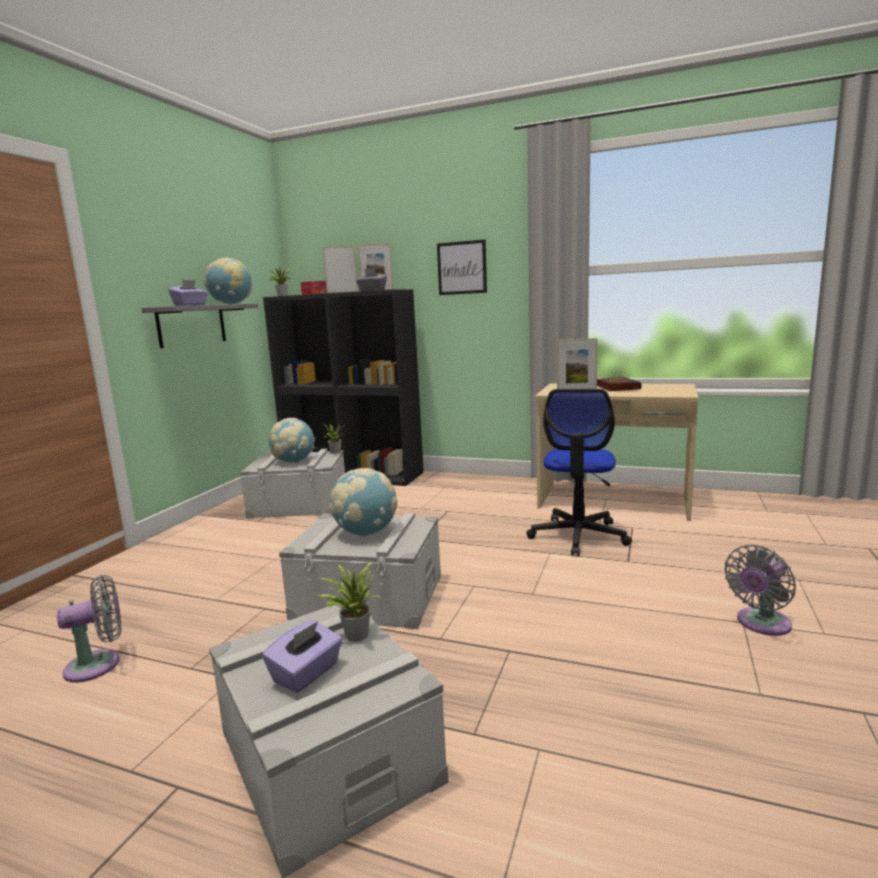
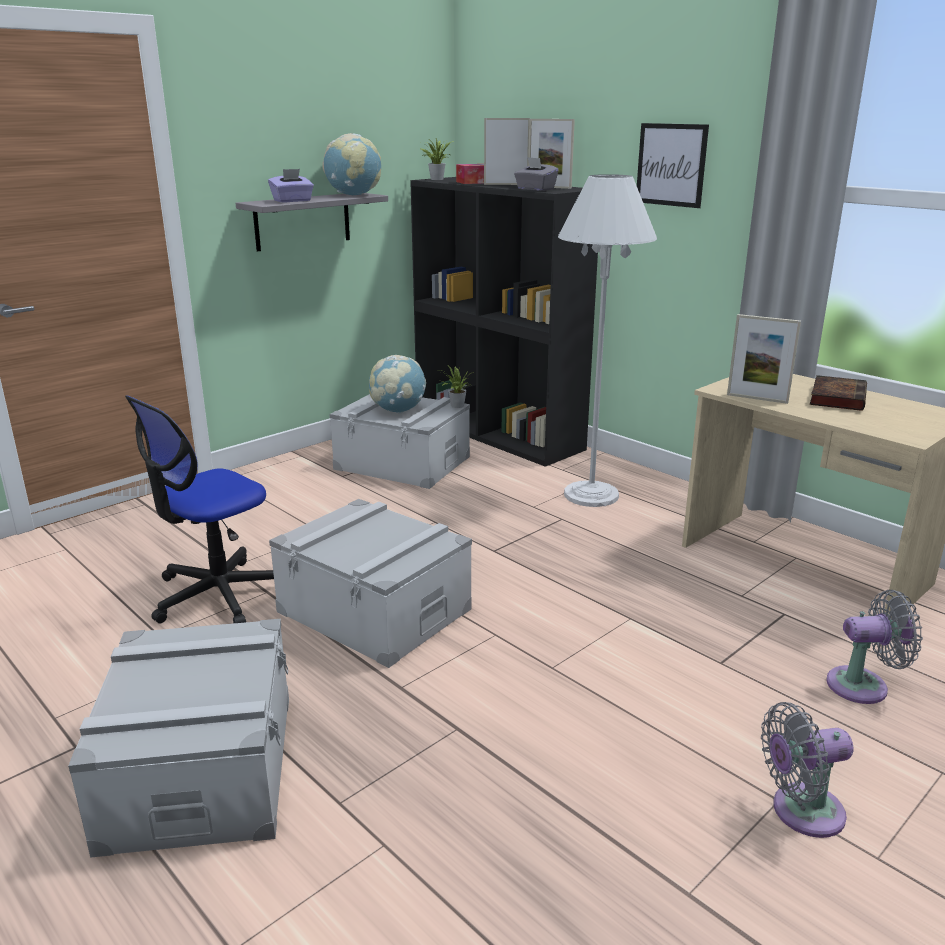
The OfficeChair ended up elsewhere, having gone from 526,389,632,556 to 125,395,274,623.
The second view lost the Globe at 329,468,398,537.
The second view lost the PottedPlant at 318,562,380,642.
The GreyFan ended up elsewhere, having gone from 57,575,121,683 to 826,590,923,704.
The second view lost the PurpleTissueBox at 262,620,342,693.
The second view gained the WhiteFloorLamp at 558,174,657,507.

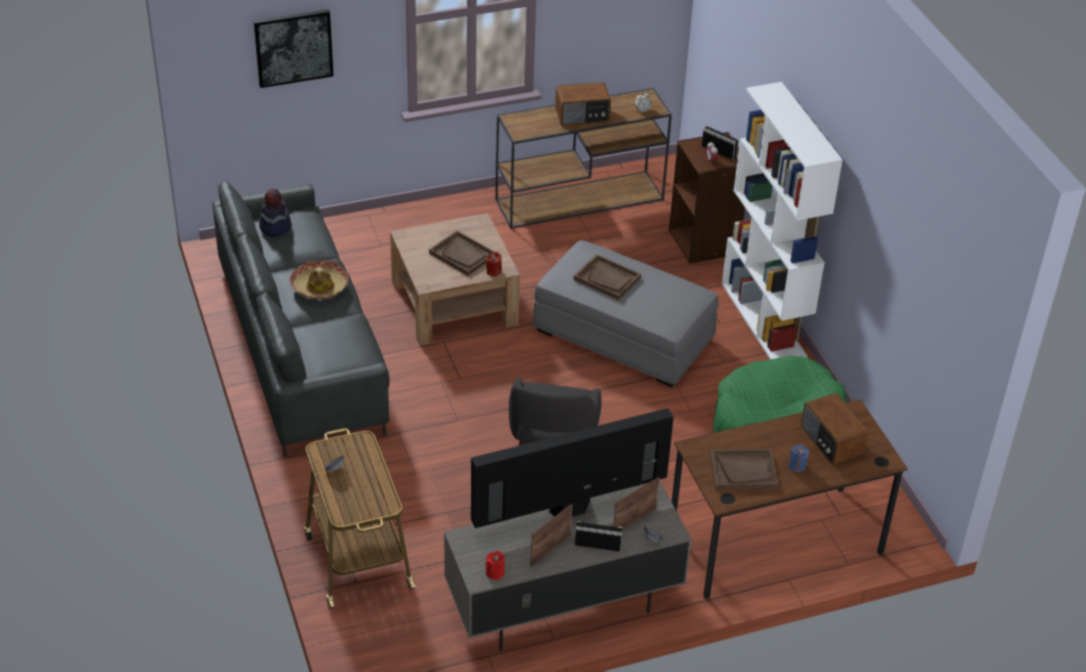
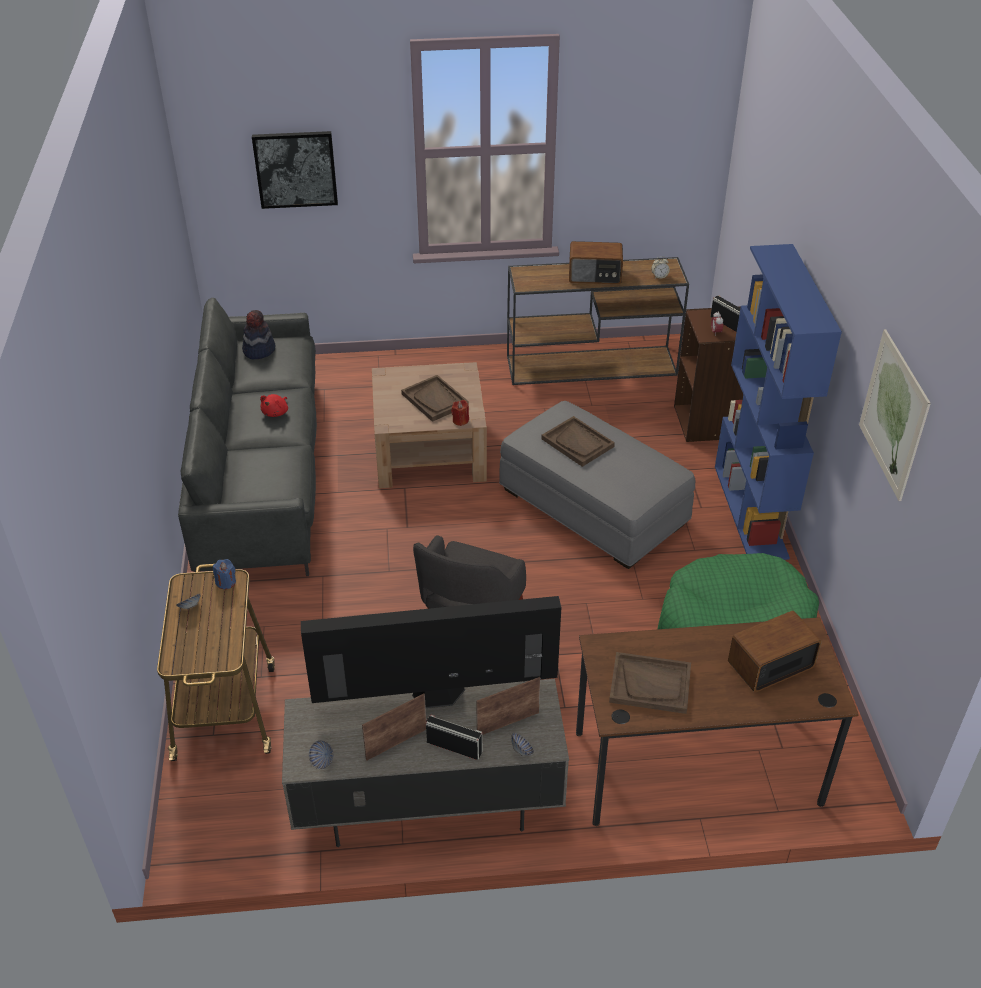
What was the WhiteBookcase at 722,82,843,359 turned into the BlueBookcase at 715,244,842,560.
Where the Hat stood at 290,260,348,299, the RedPlushToy came to stand at 260,394,288,417.
The Radio at 801,393,868,465 ended up facing another way, 75 degrees clockwise from before.
The BlueCandle ended up elsewhere, having gone from 789,445,809,472 to 213,559,236,589.
Where the RedCandle stood at 486,551,505,580, the Bowl came to stand at 309,740,333,769.
The second view gained the Picture at 859,329,931,501.

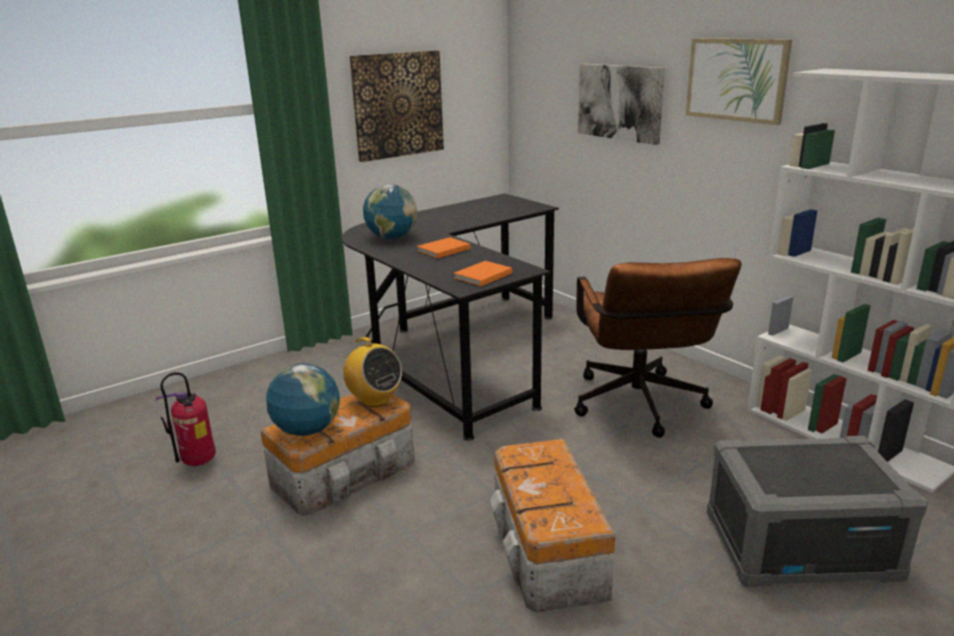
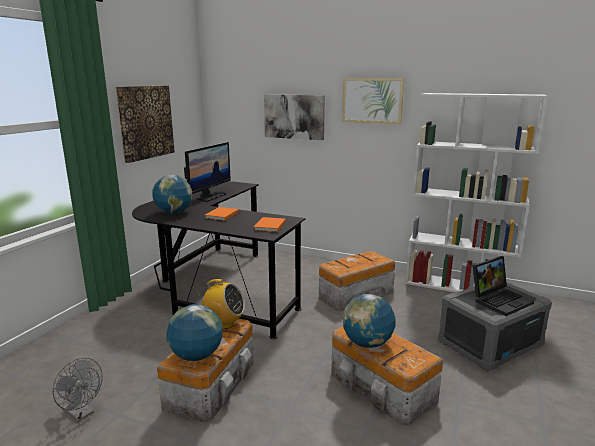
Where the BrownOfficeChair stood at 574,258,742,438, the StorageBox came to stand at 319,251,395,312.
Where the FireExtinguisher stood at 156,372,216,466, the GreyFan came to stand at 52,358,102,422.
The second view gained the Monitor at 184,142,231,202.
The second view gained the Laptop at 473,256,534,316.
The second view gained the Globe at 343,294,396,348.

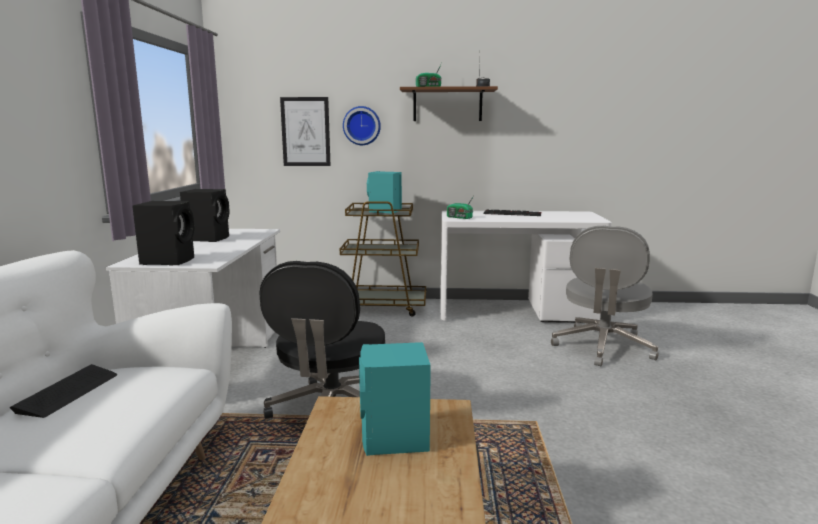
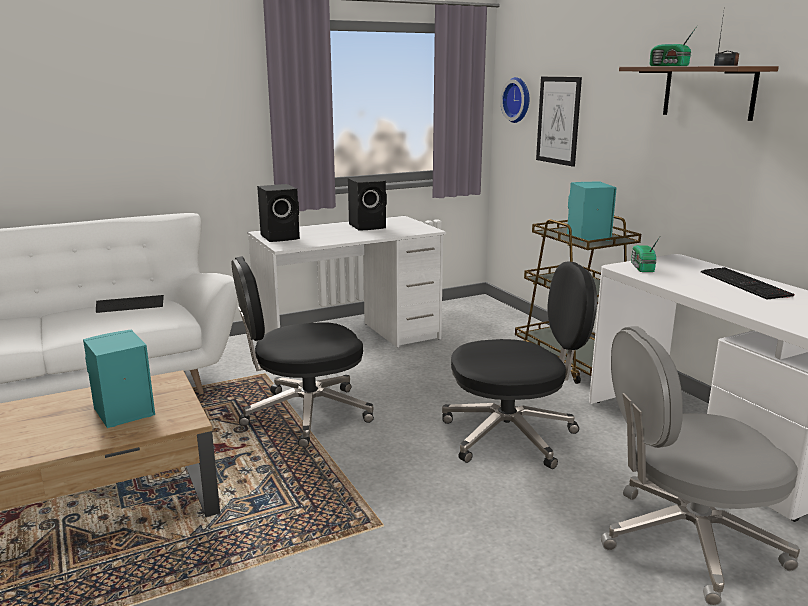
The WallClock ended up elsewhere, having gone from 343,106,381,145 to 500,77,529,123.
The second view gained the BlackOfficeChair at 442,261,597,469.

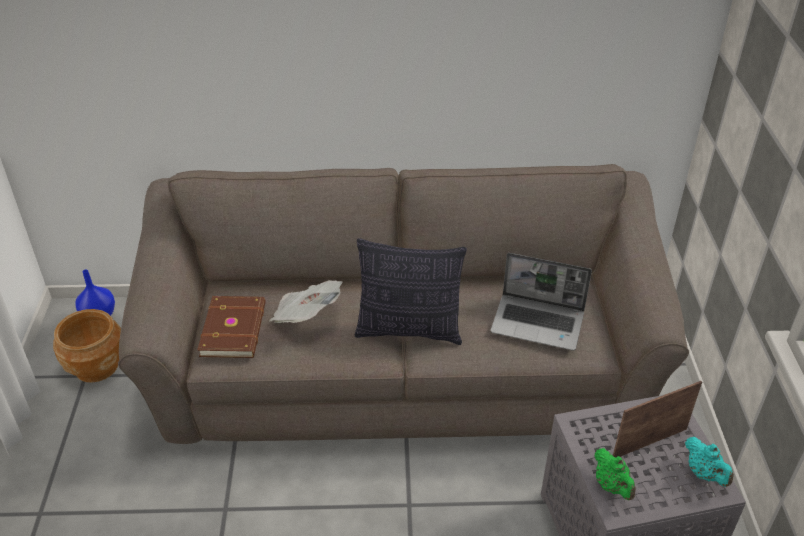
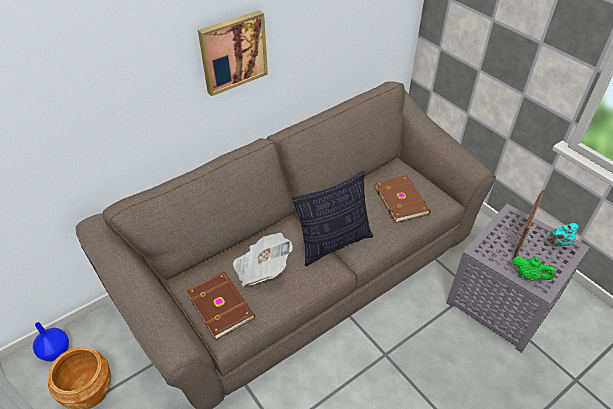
Where the Laptop stood at 491,253,592,351, the BrownBook came to stand at 374,175,430,223.
The TurquoiseTeapot at 685,437,734,487 ended up facing another way, 120 degrees clockwise from before.
The second view gained the Picture at 198,10,268,96.

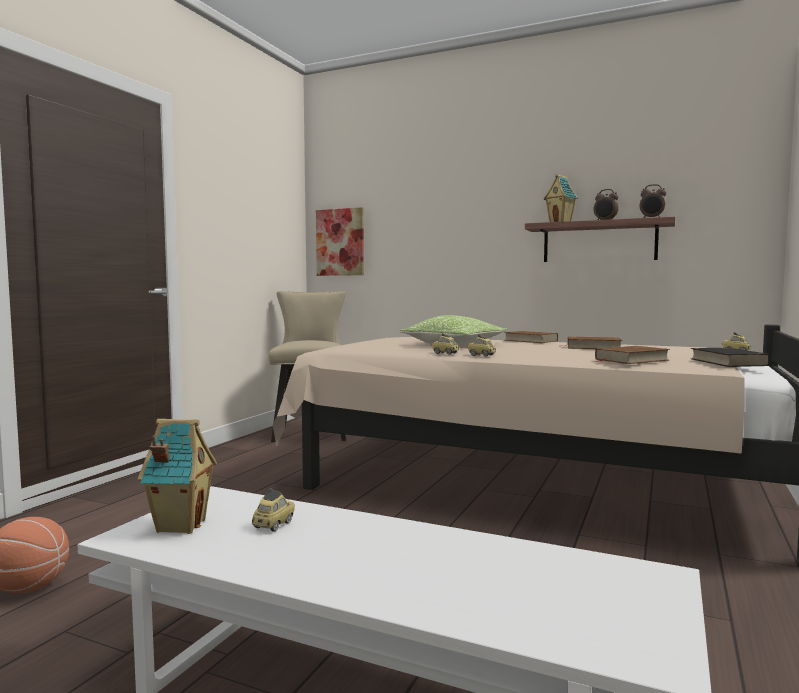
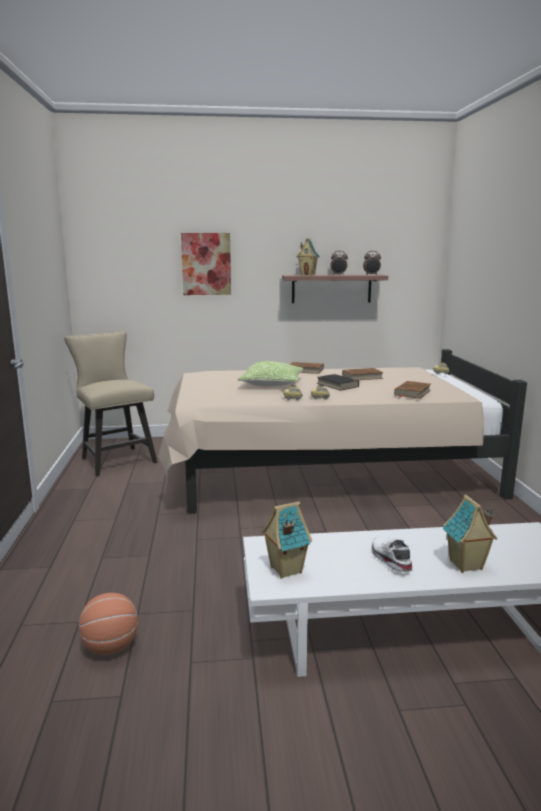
The Picture ended up elsewhere, having gone from 316,207,364,276 to 181,233,231,295.
The BlackBook ended up elsewhere, having gone from 691,348,770,367 to 317,374,359,391.
The second view lost the ToyCar at 252,488,295,532.
The second view gained the ToyHouse at 443,494,498,573.
The second view gained the WhiteShoe at 372,537,412,572.

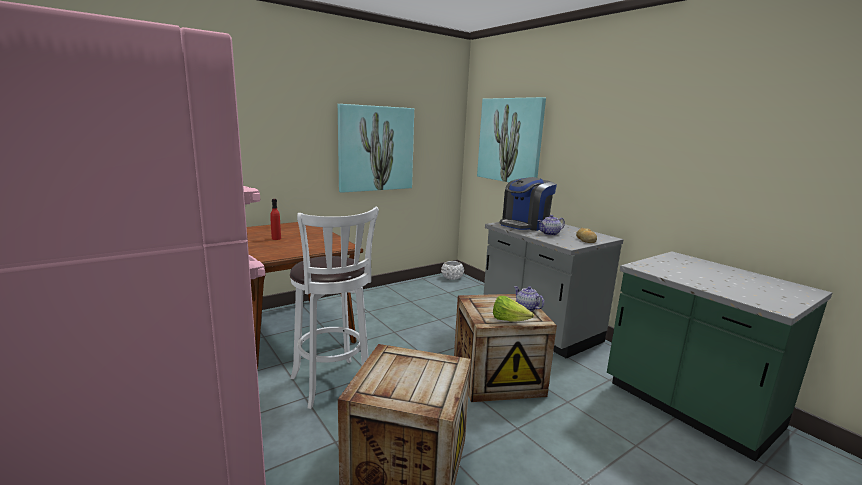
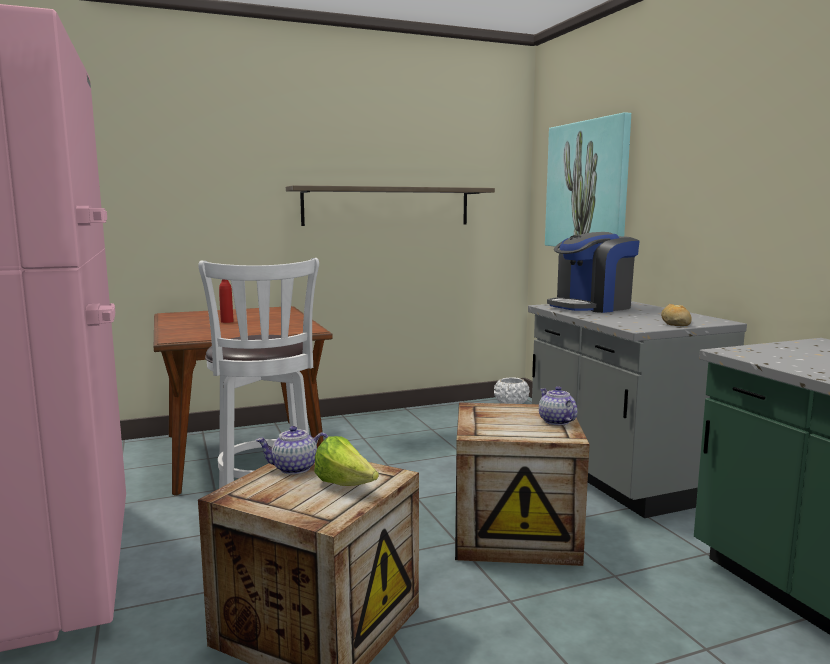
Where the Picture hung at 338,104,414,193, the Shelf came to hang at 286,185,495,226.
The Teapot ended up elsewhere, having gone from 538,215,565,236 to 255,426,329,474.
The Lettuce ended up elsewhere, having gone from 493,296,534,322 to 314,436,379,486.

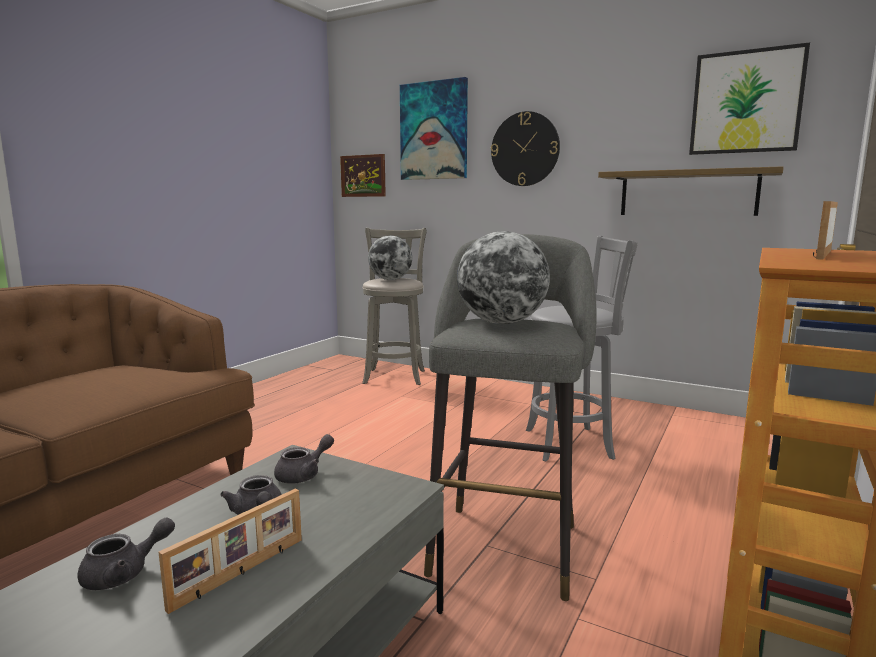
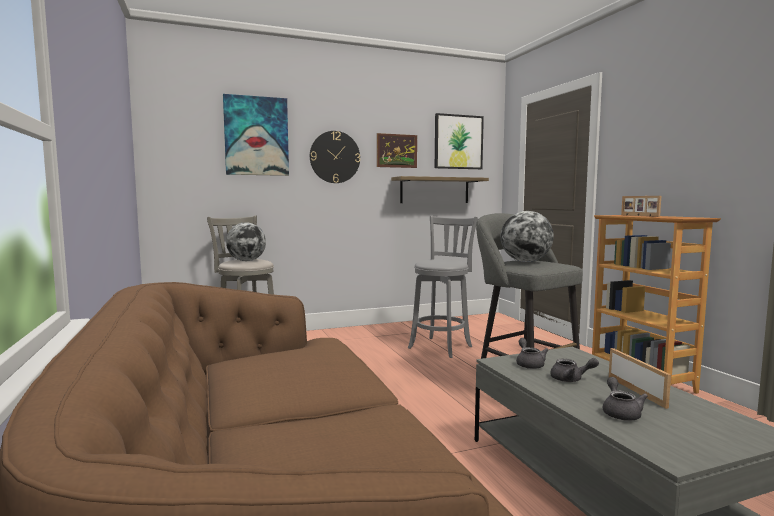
The Picture ended up elsewhere, having gone from 340,154,386,197 to 377,133,417,168.

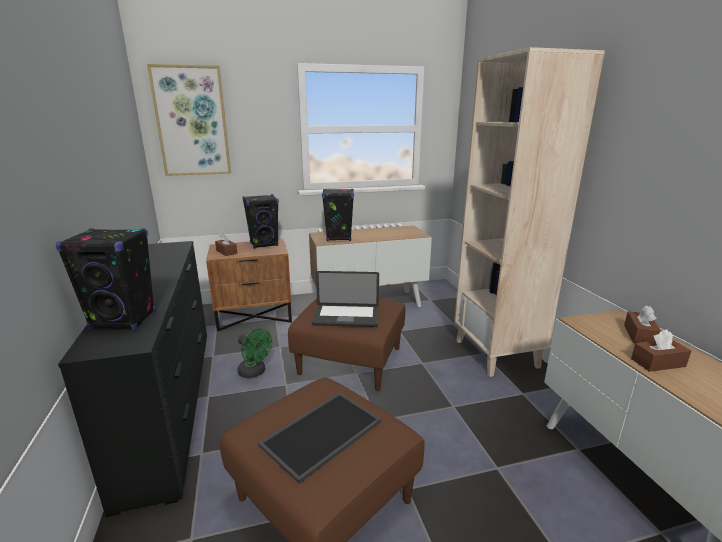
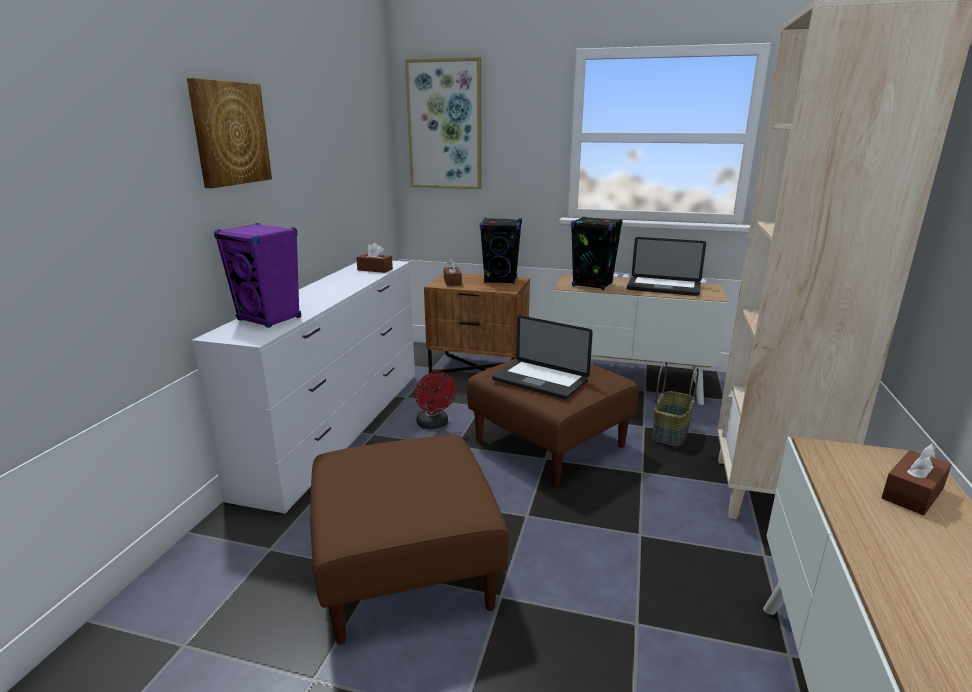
What was the BlackSpeaker at 56,229,156,330 turned into the PurpleSpeaker at 214,223,301,328.
What was the BlackDresser at 58,241,207,517 turned into the WhiteDresser at 191,261,415,515.
What was the GreenFan at 237,328,272,378 turned into the RedFan at 415,371,457,429.
The BrownTissueBox ended up elsewhere, having gone from 631,329,691,372 to 356,243,393,273.
The second view lost the Tray at 258,392,381,484.
The second view gained the Picture at 187,78,272,188.
The second view gained the Laptop at 627,237,706,296.
The second view gained the Basket at 652,361,699,446.

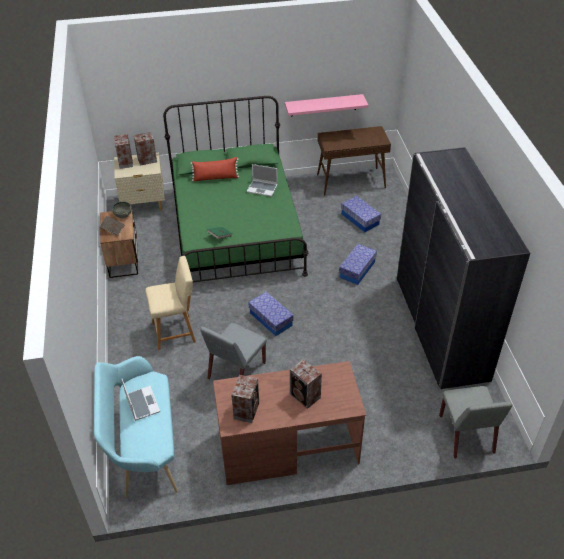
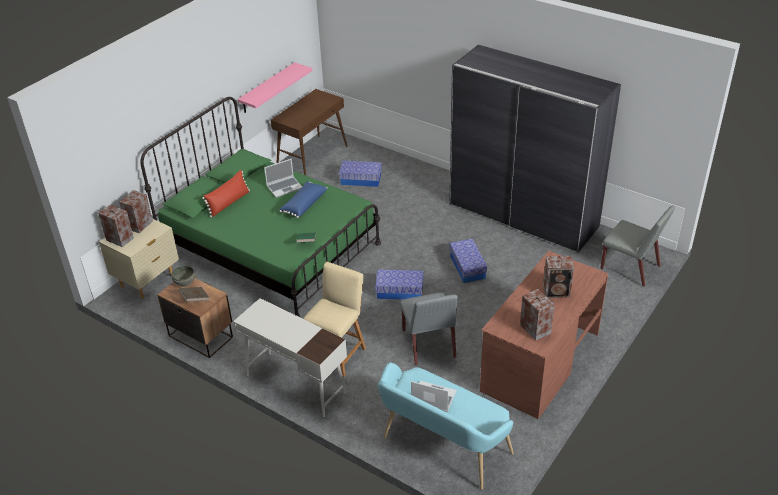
The StorageBox ended up elsewhere, having gone from 339,244,377,285 to 450,239,487,283.
The second view gained the BluePillow at 280,181,328,218.
The second view gained the WhiteDesk at 233,298,347,417.

